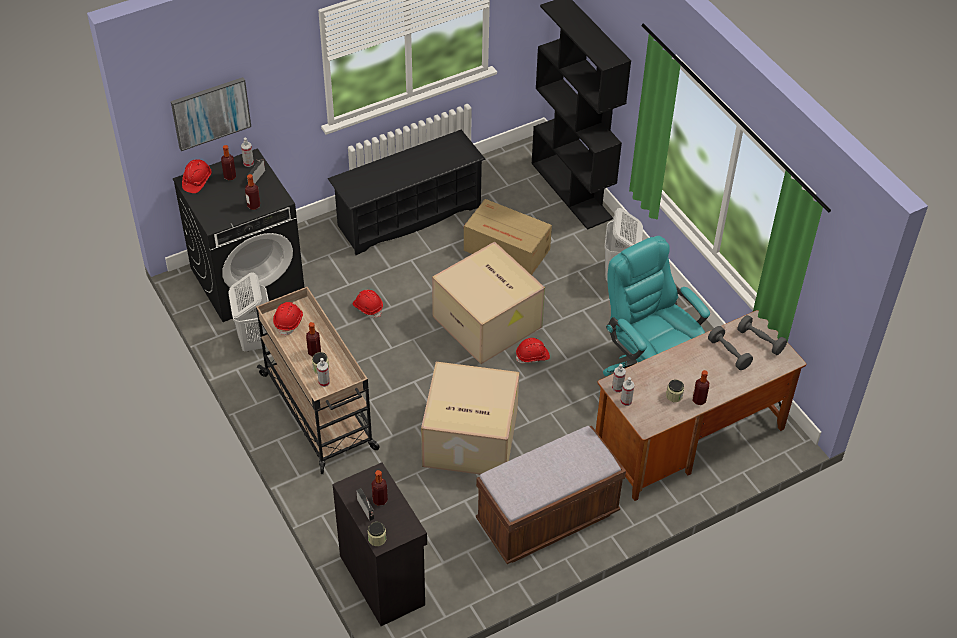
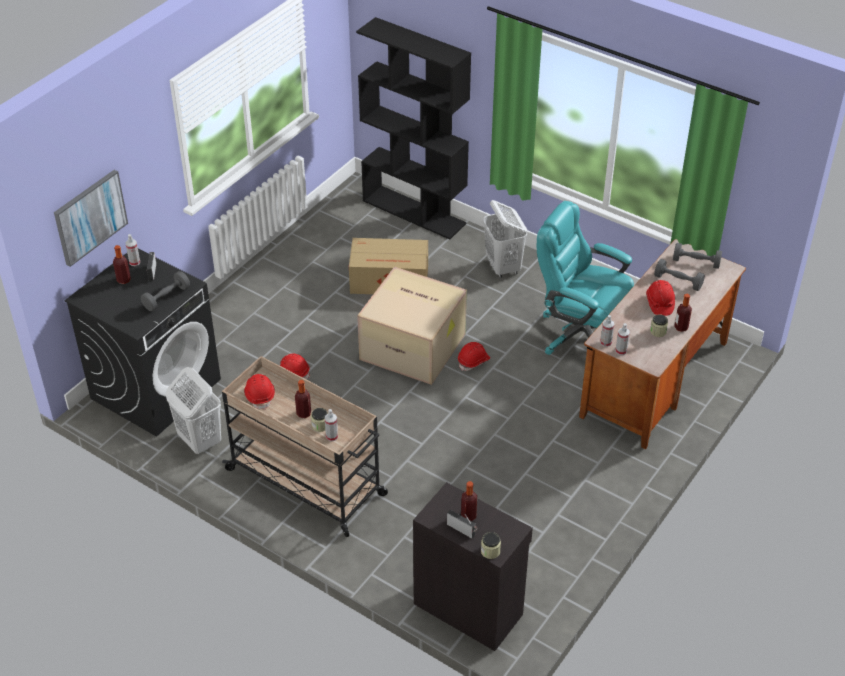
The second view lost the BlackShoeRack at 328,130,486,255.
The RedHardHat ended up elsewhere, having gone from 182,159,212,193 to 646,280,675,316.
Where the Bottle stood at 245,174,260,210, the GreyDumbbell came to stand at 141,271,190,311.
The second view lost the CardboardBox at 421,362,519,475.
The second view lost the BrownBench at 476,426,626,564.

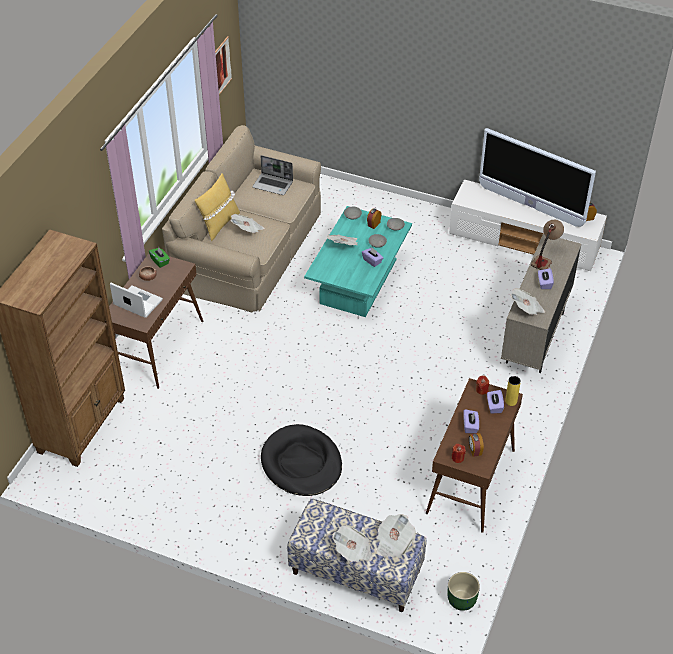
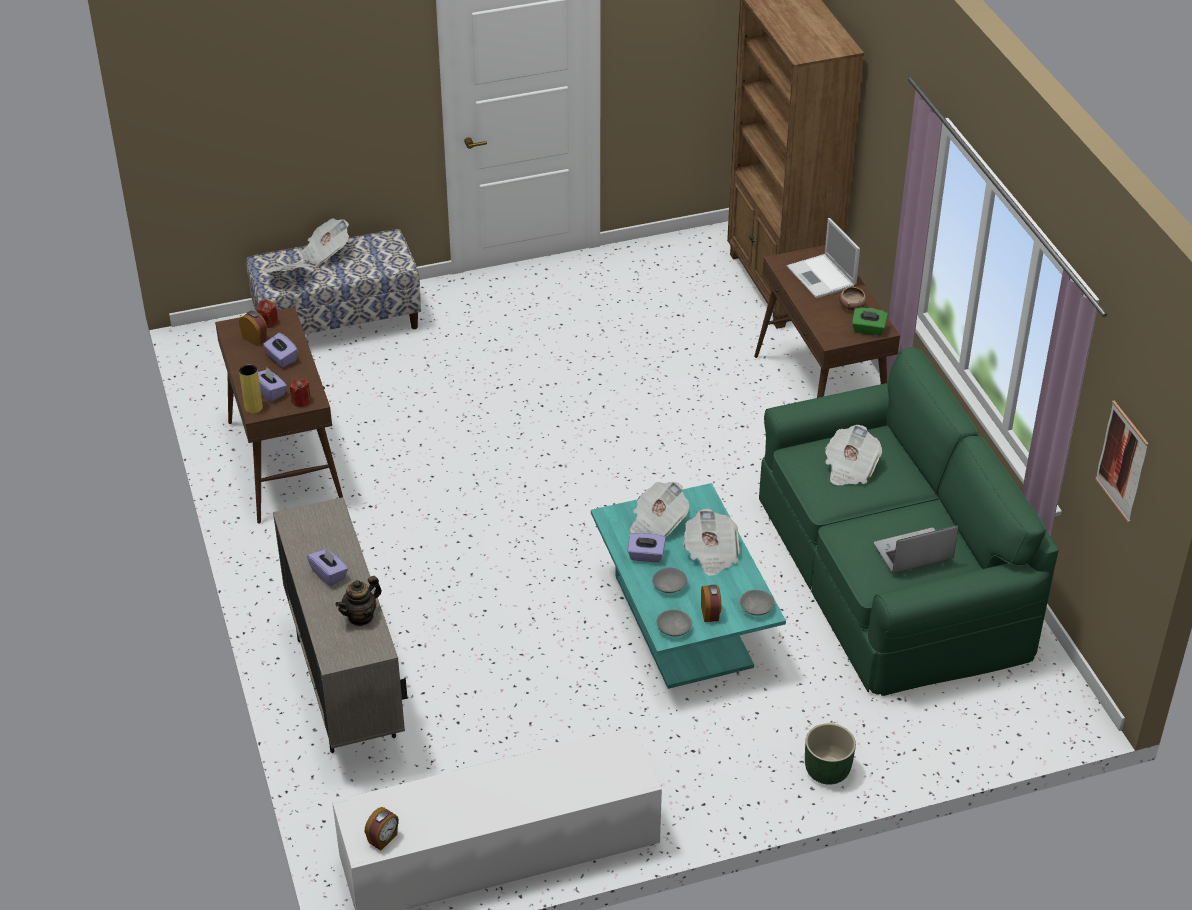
What was the BeigeSofa at 162,125,321,312 turned into the GreenSofa at 759,347,1059,696.
The second view lost the Television at 479,128,596,227.
The second view lost the YellowPillow at 195,173,240,241.
Where the TableLamp stood at 531,220,564,270, the Teapot came to stand at 335,576,382,626.
The Laptop at 110,282,163,318 ended up facing another way, 75 degrees clockwise from before.
The Newspaper ended up elsewhere, having gone from 510,288,545,315 to 630,482,689,536.
The second view lost the BlackDogBed at 261,424,342,496.
The GreenPlanter ended up elsewhere, having gone from 447,572,480,611 to 805,723,856,785.

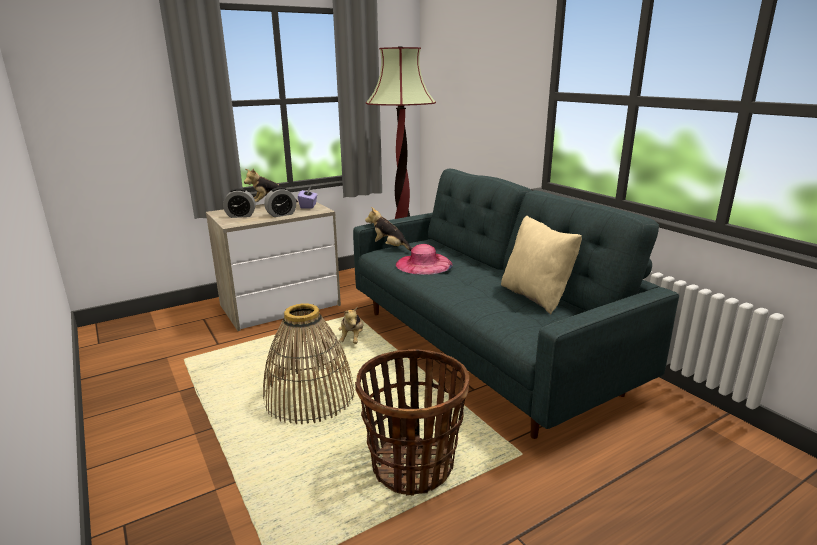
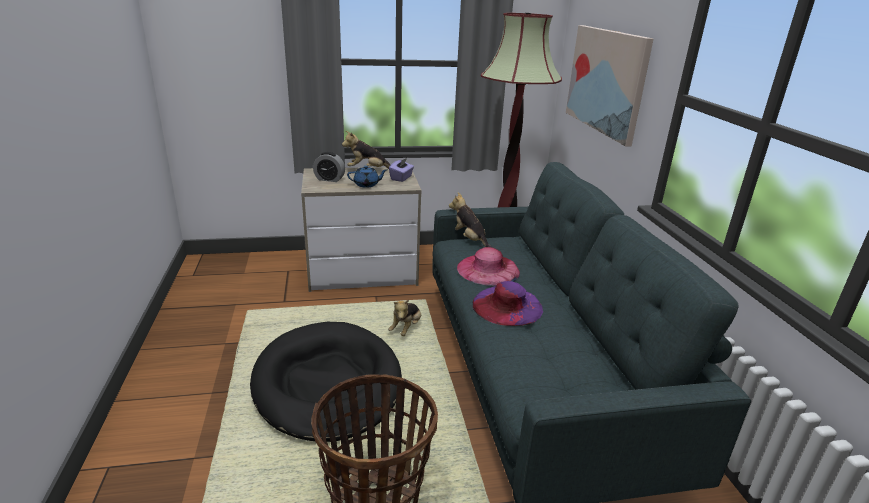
Where the AlarmClock stood at 264,187,296,217, the BlueTeapot came to stand at 347,166,387,188.
The second view lost the BeigePillow at 501,215,582,314.
Where the Basket stood at 263,304,354,424, the BlackDogBed came to stand at 250,322,402,442.
The second view gained the Picture at 566,25,653,146.
The second view gained the PurpleHat at 473,281,543,326.

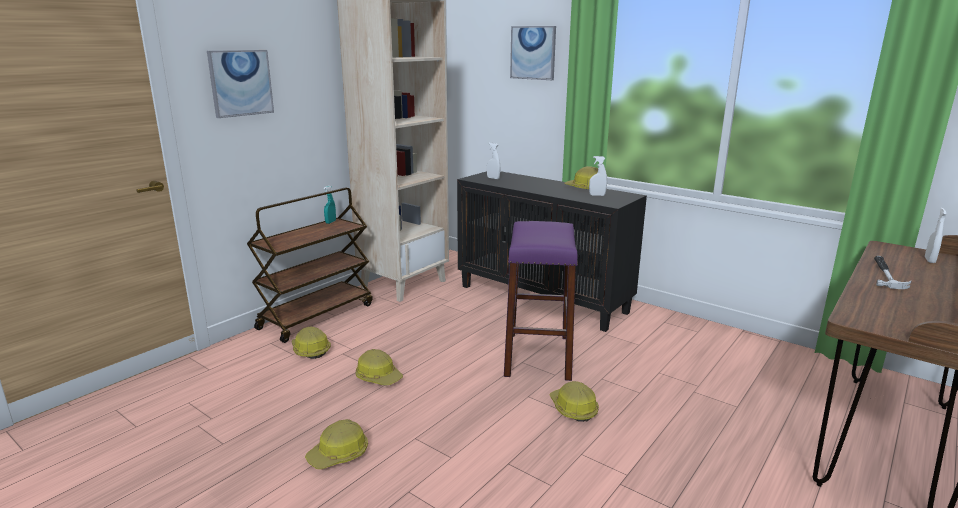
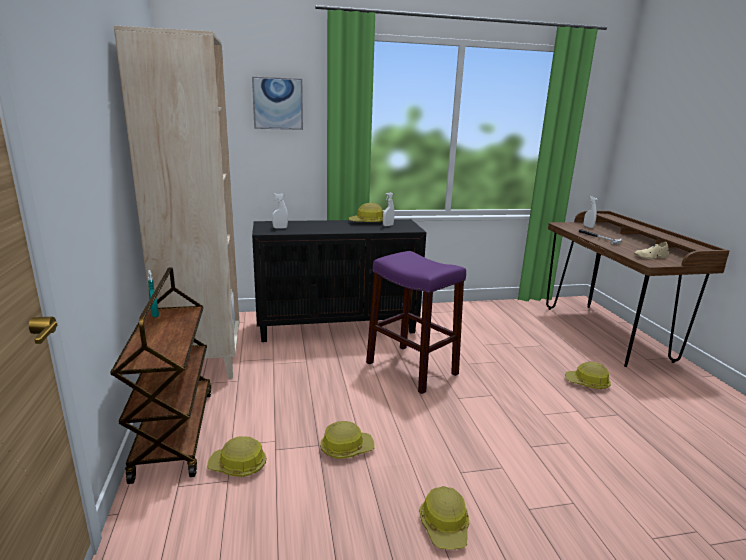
The second view lost the Picture at 207,50,274,118.
The HardHat ended up elsewhere, having gone from 549,381,599,422 to 565,362,611,389.
The second view gained the BeigeShoe at 634,242,669,259.

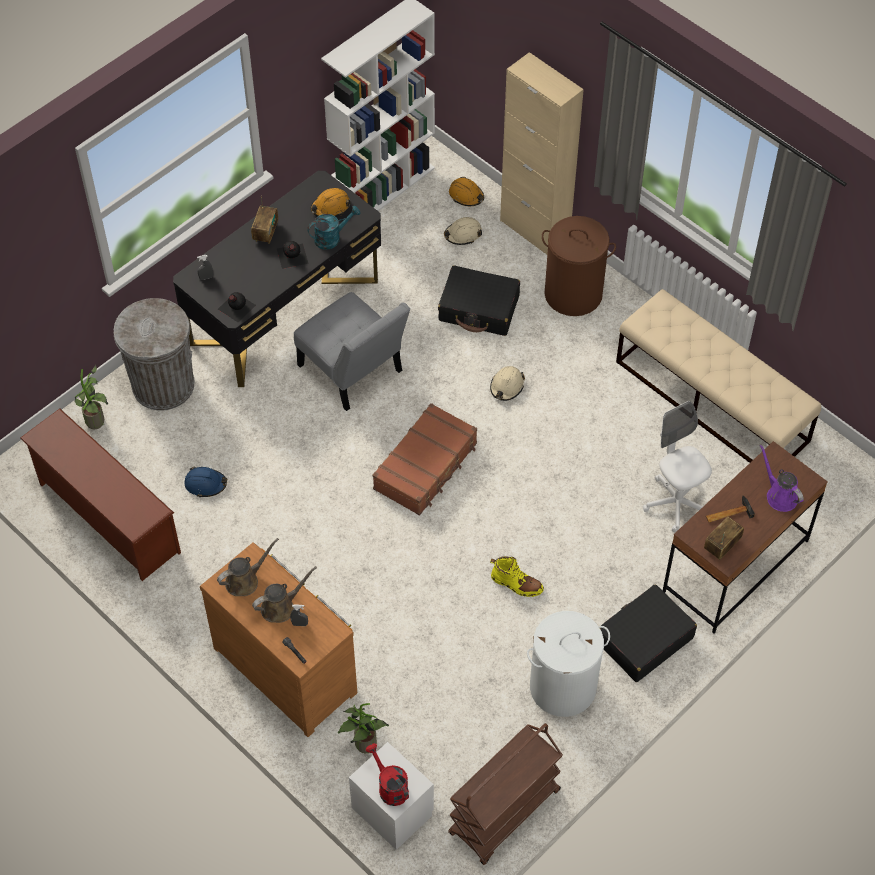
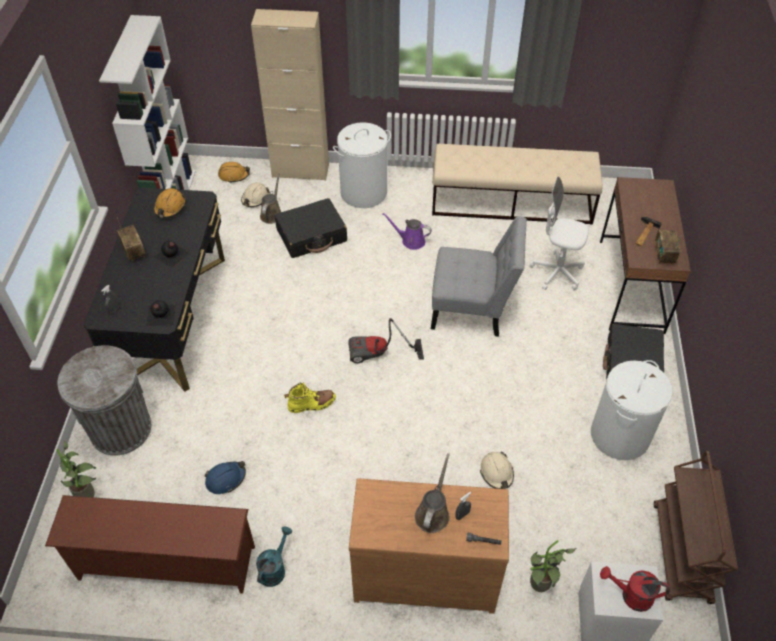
The TurquoiseWateringCan ended up elsewhere, having gone from 307,206,361,249 to 256,526,293,587.
What was the BrownLaundryBasket at 542,216,616,316 turned into the WhiteLaundryBasket at 333,122,391,208.
The GreyChair ended up elsewhere, having gone from 294,292,410,411 to 431,216,527,337.
The BeigeHardHat ended up elsewhere, having gone from 490,366,525,401 to 480,451,514,489.
Where the BrownSuitcase stood at 372,403,477,516, the VacuumCleaner came to stand at 348,318,424,363.
The PurpleWateringCan ended up elsewhere, having gone from 760,444,804,512 to 382,213,432,250.
The BrownWateringCan ended up elsewhere, having gone from 217,538,279,596 to 260,174,281,224.
The YellowBoot ended up elsewhere, having gone from 490,556,544,597 to 284,383,336,413.

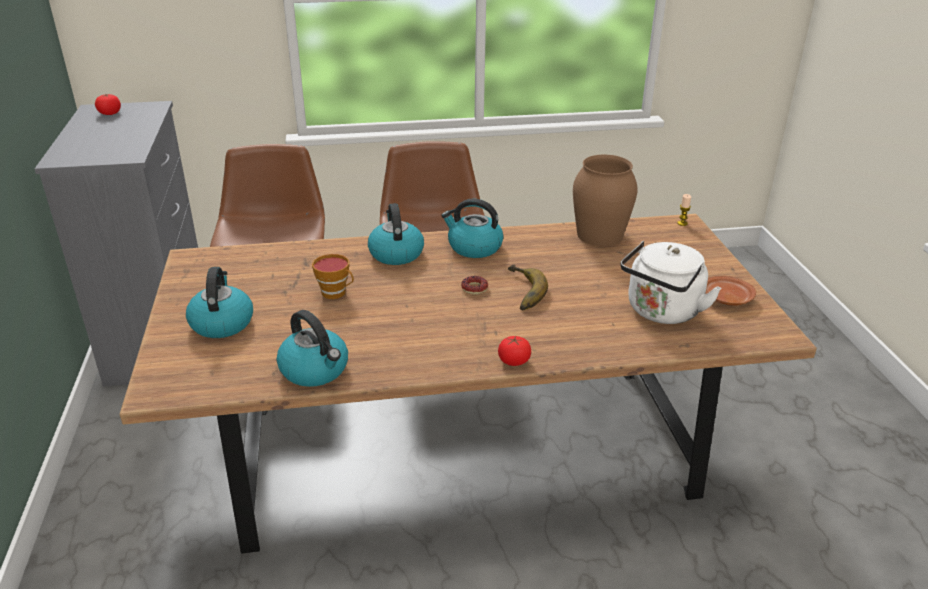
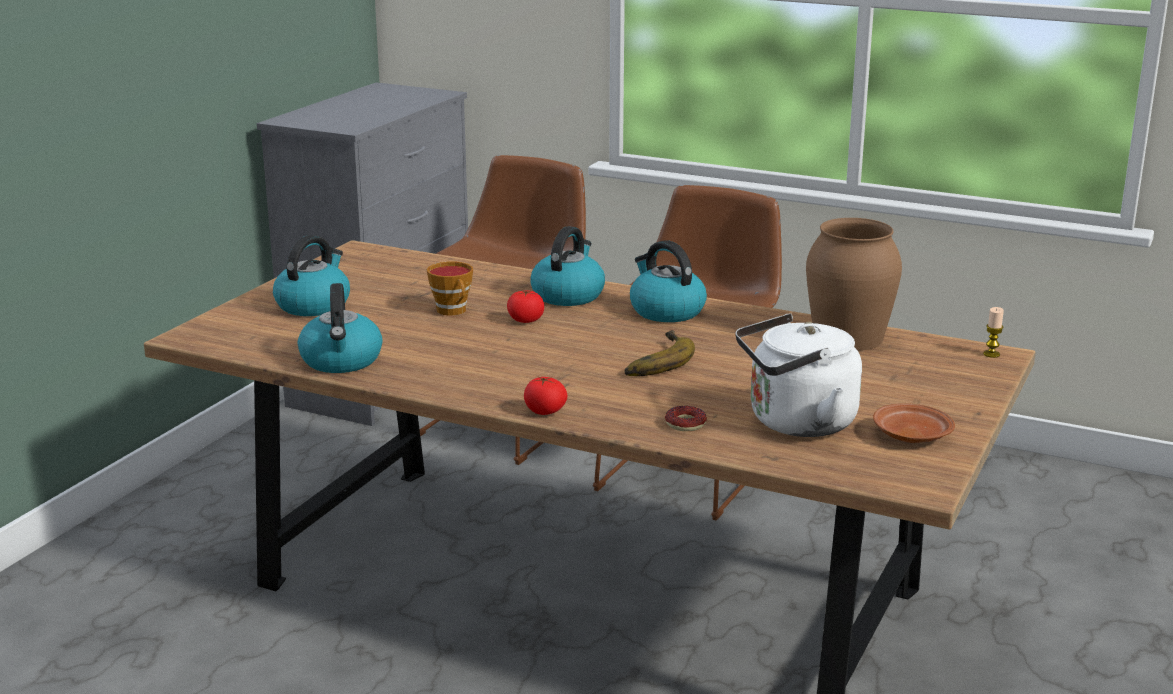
The Tomato ended up elsewhere, having gone from 95,94,121,115 to 507,291,544,323.
The Donut ended up elsewhere, having gone from 461,276,488,295 to 665,406,707,431.

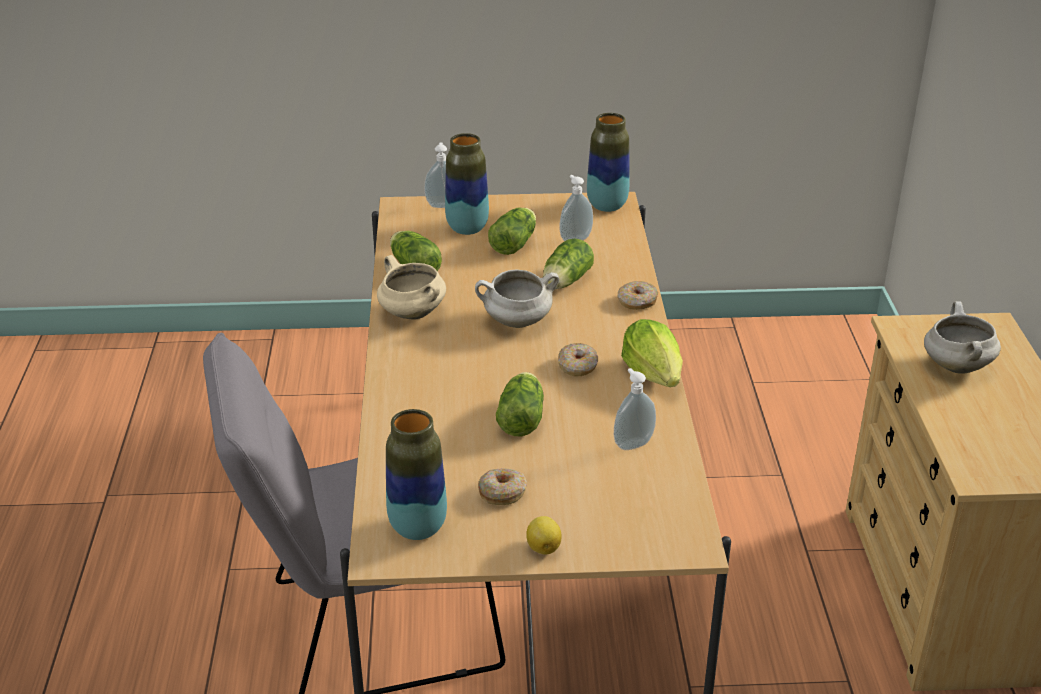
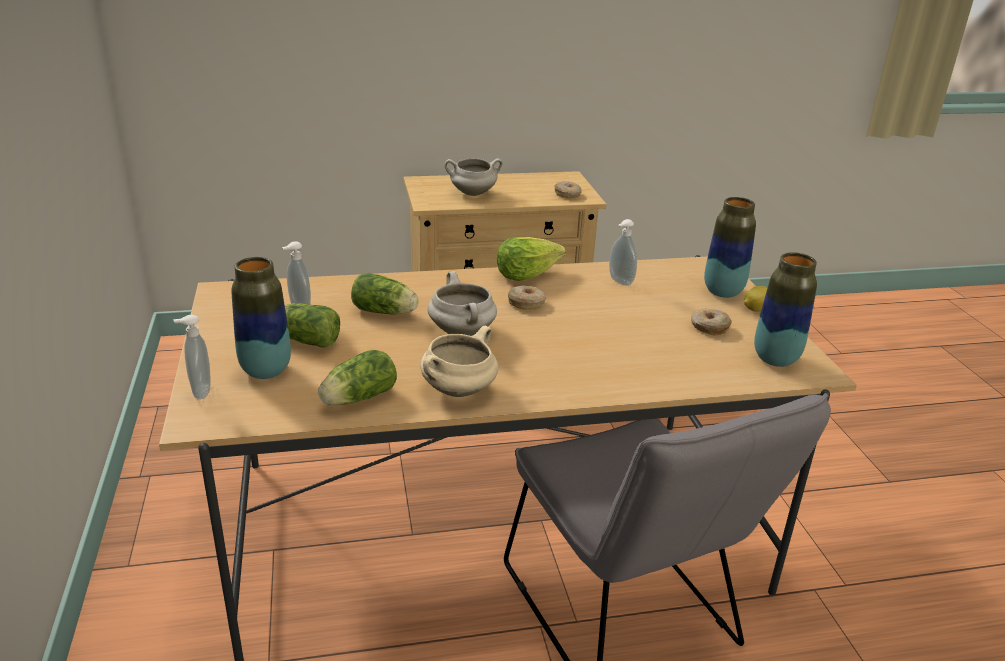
The Vase ended up elsewhere, having gone from 587,113,630,212 to 704,197,756,298.
The Donut ended up elsewhere, having gone from 618,281,658,310 to 554,181,582,198.
The second view lost the Lettuce at 496,372,544,436.

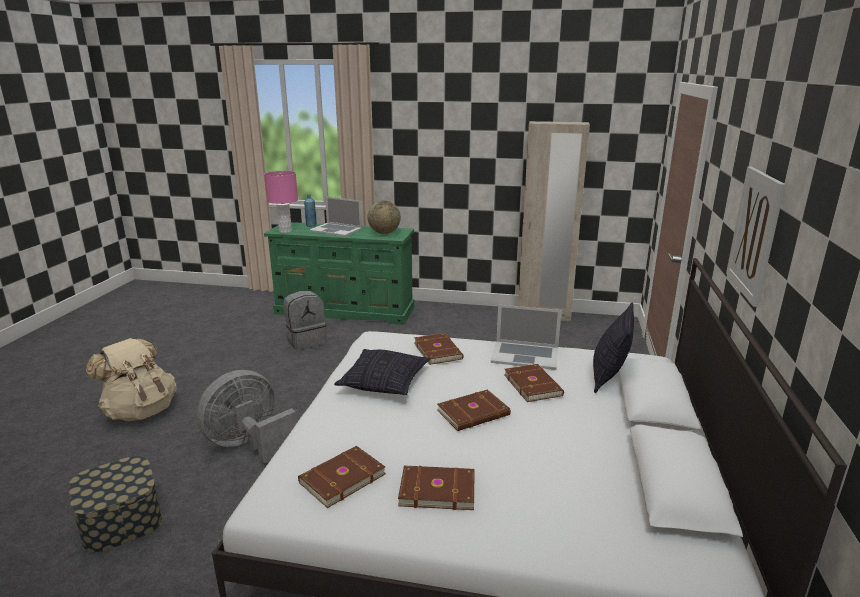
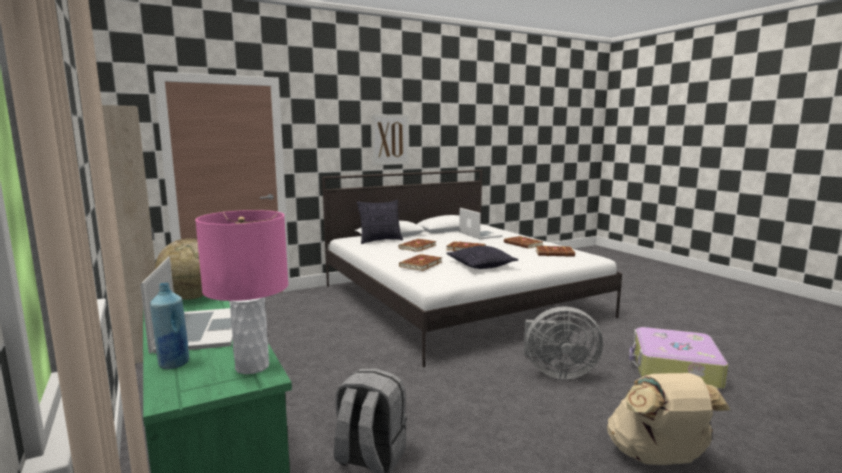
The Laptop ended up elsewhere, having gone from 491,305,562,370 to 459,208,502,239.
Where the StorageBox stood at 69,456,162,553, the Suitcase came to stand at 629,327,728,390.

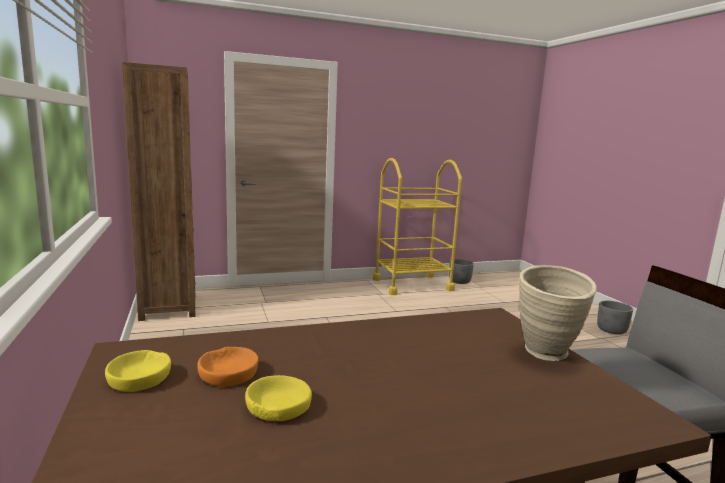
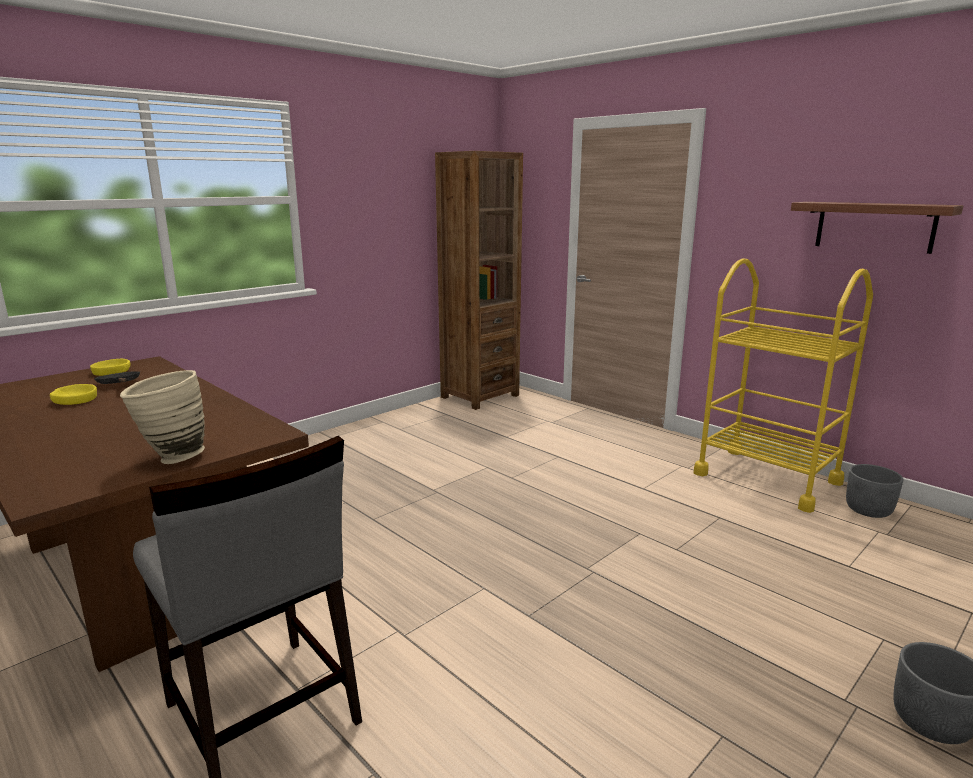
Where the OrangeBowl stood at 197,347,258,386, the BlackFryingPan came to stand at 94,371,140,384.
The second view gained the Shelf at 791,202,963,254.

